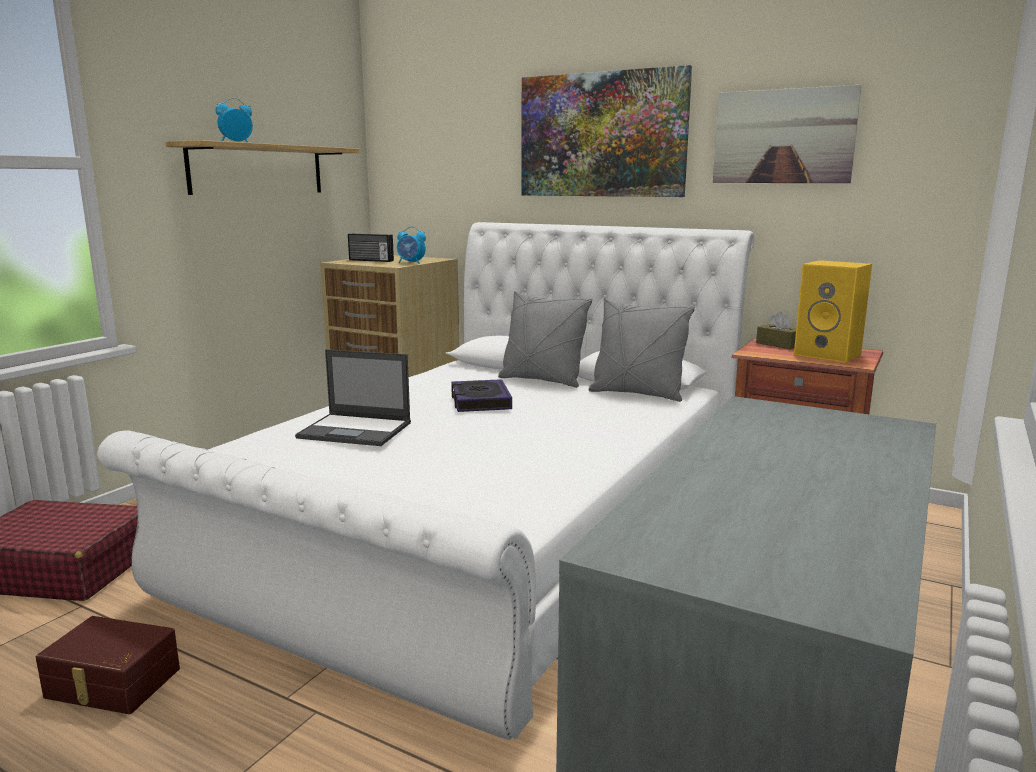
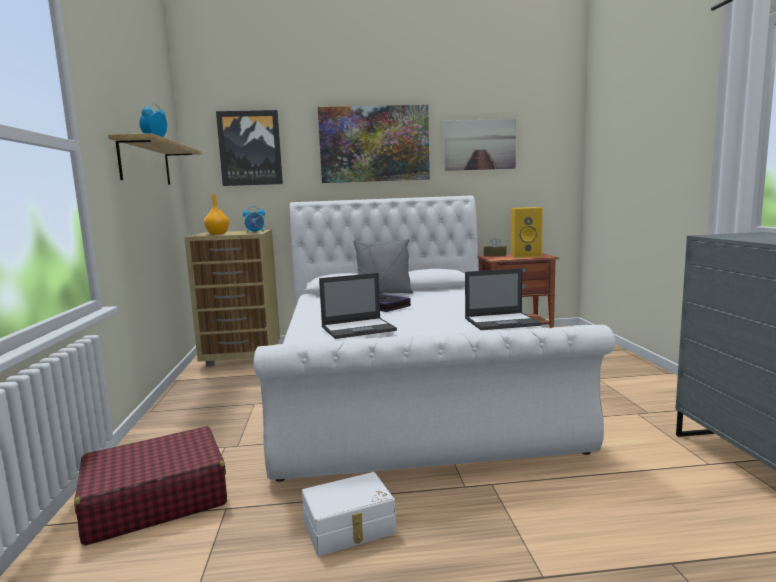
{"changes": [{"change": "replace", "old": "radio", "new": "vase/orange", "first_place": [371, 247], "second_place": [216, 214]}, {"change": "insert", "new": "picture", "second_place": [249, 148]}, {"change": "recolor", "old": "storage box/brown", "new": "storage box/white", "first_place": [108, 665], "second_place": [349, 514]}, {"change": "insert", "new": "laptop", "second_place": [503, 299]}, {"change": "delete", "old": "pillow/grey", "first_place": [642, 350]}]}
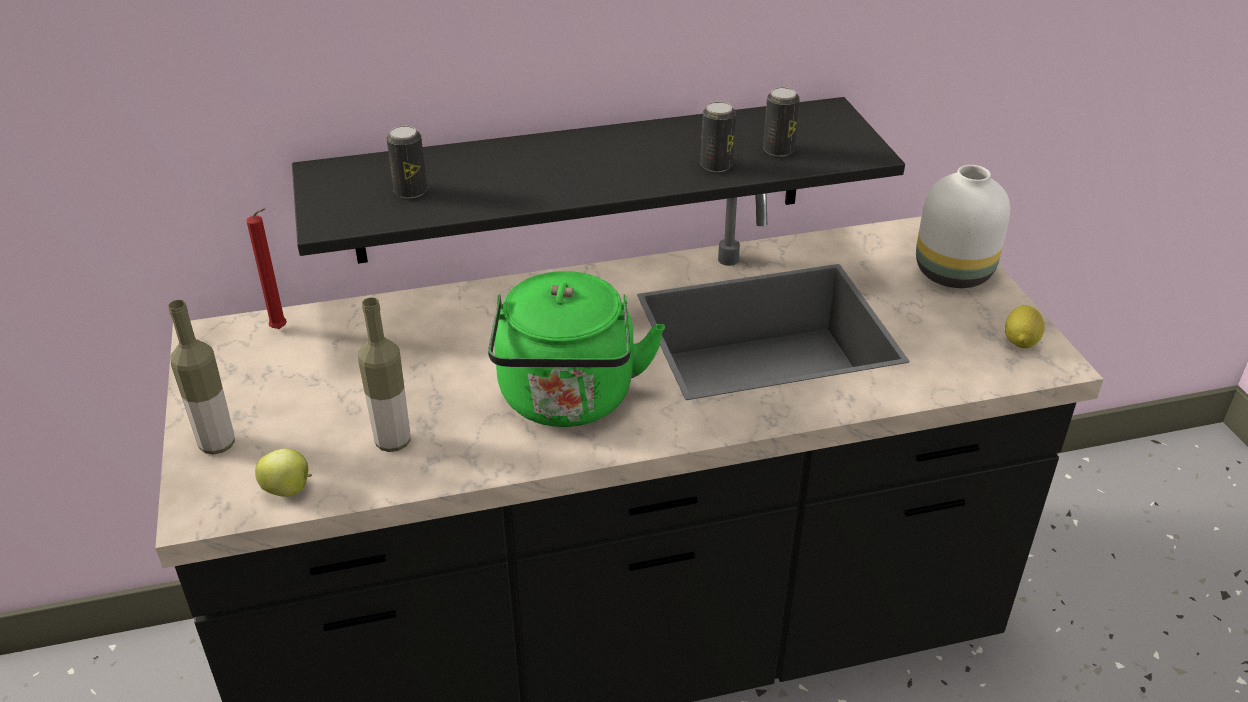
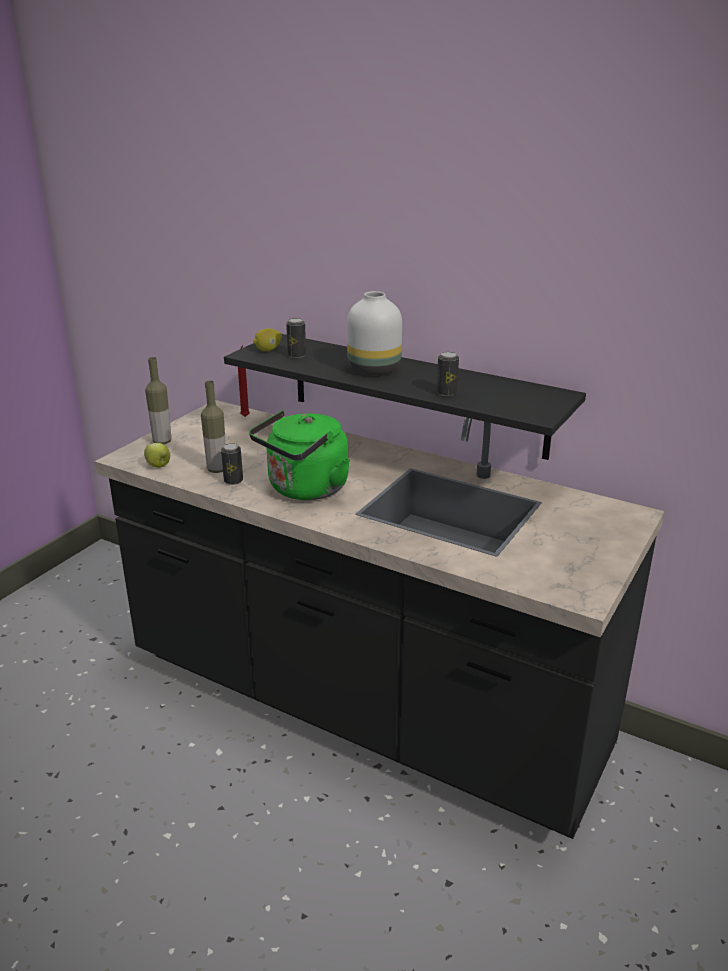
{"changes": [{"change": "move", "old": "can", "first_place": [781, 122], "second_place": [232, 464]}, {"change": "move", "old": "lemon", "first_place": [1025, 326], "second_place": [267, 339]}, {"change": "move", "old": "vase/white", "first_place": [963, 226], "second_place": [374, 333]}]}
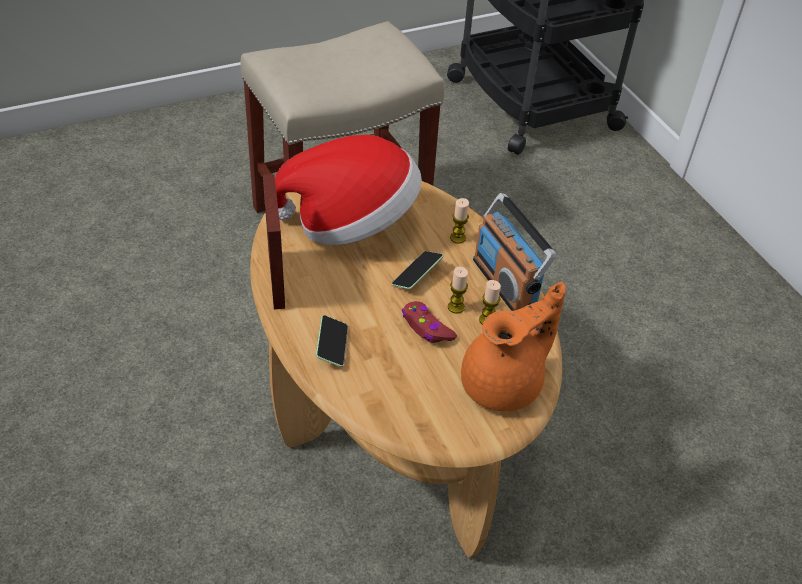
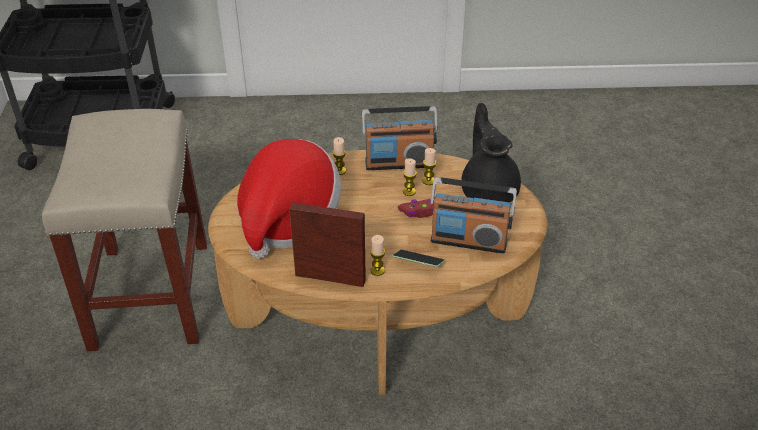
{"changes": [{"change": "insert", "new": "candle", "second_place": [377, 255]}, {"change": "insert", "new": "radio", "second_place": [473, 215]}, {"change": "recolor", "old": "teapot/orange", "new": "teapot/black", "first_place": [513, 346], "second_place": [491, 153]}, {"change": "delete", "old": "phone", "first_place": [418, 270]}]}
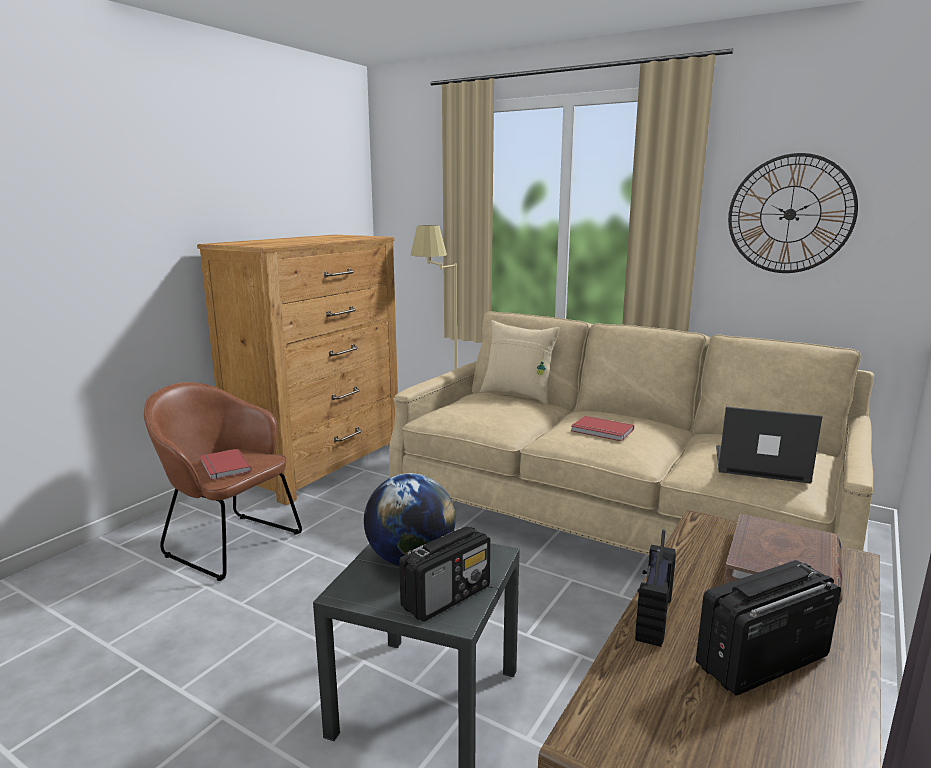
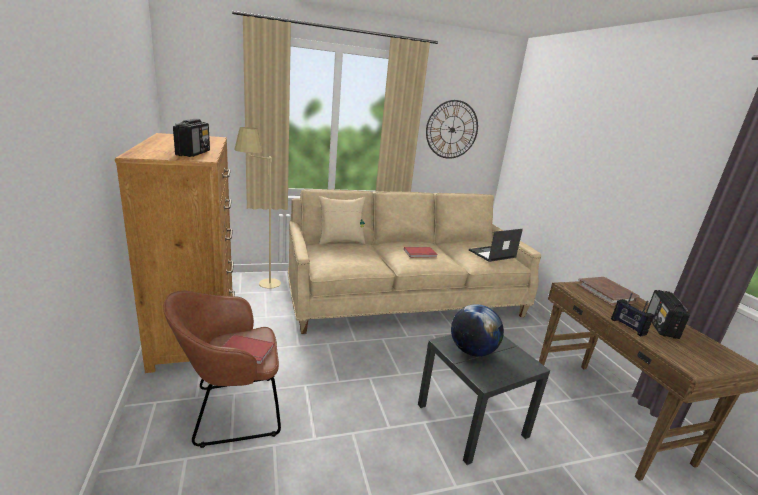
{"changes": [{"change": "move", "old": "radio", "first_place": [444, 574], "second_place": [191, 138]}]}
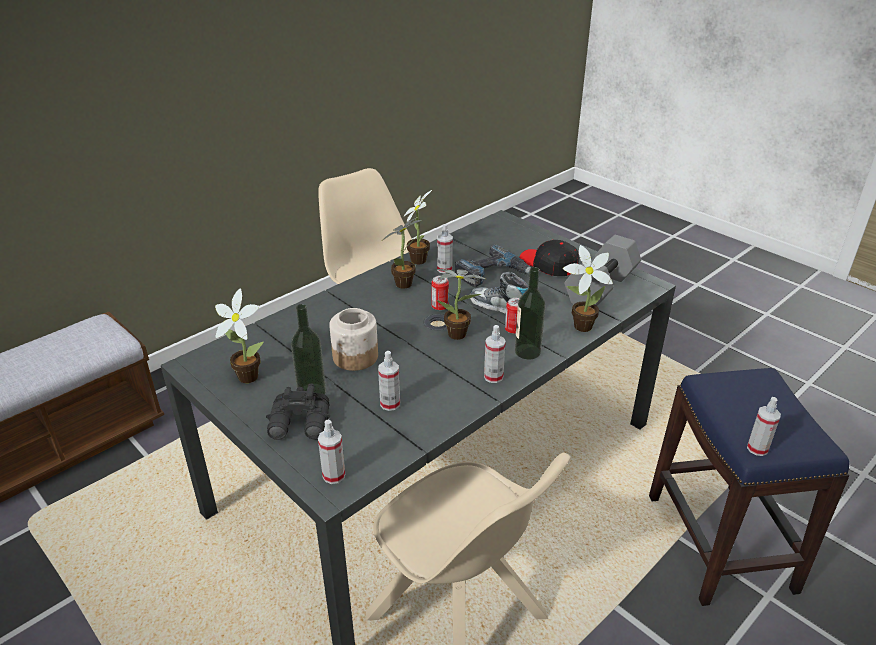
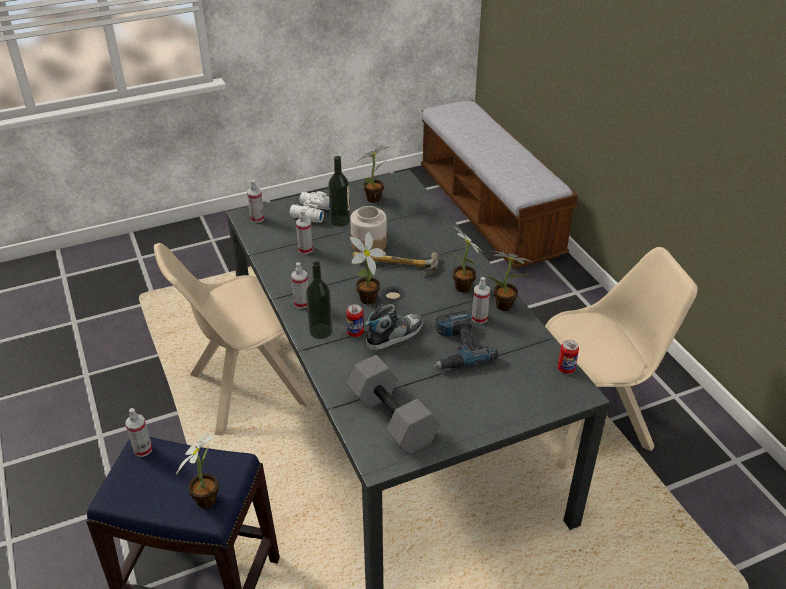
{"changes": [{"change": "move", "old": "potted plant", "first_place": [588, 288], "second_place": [197, 468]}, {"change": "recolor", "old": "binoculars/black", "new": "binoculars/white", "first_place": [298, 412], "second_place": [310, 207]}, {"change": "insert", "new": "hammer", "second_place": [396, 264]}, {"change": "move", "old": "can", "first_place": [440, 293], "second_place": [568, 357]}, {"change": "delete", "old": "cap/black", "first_place": [549, 258]}]}
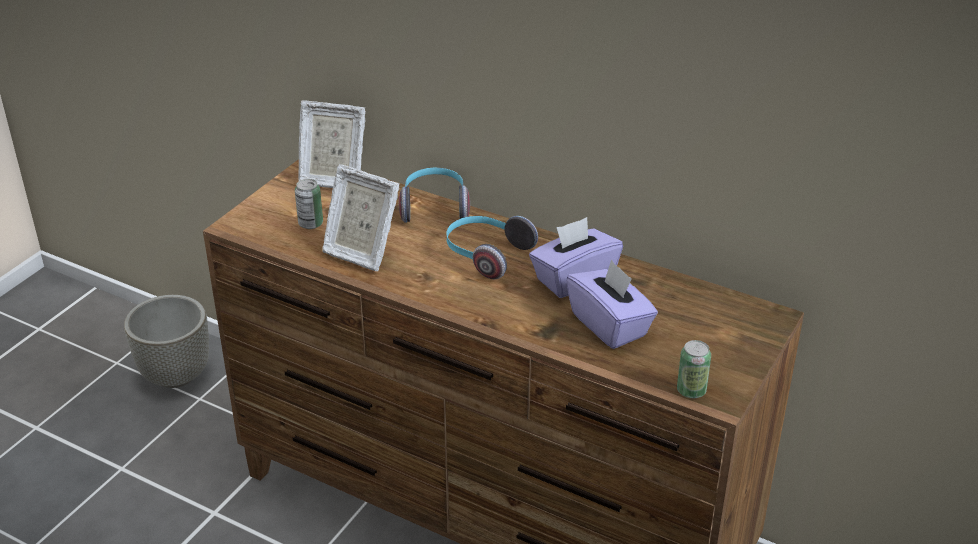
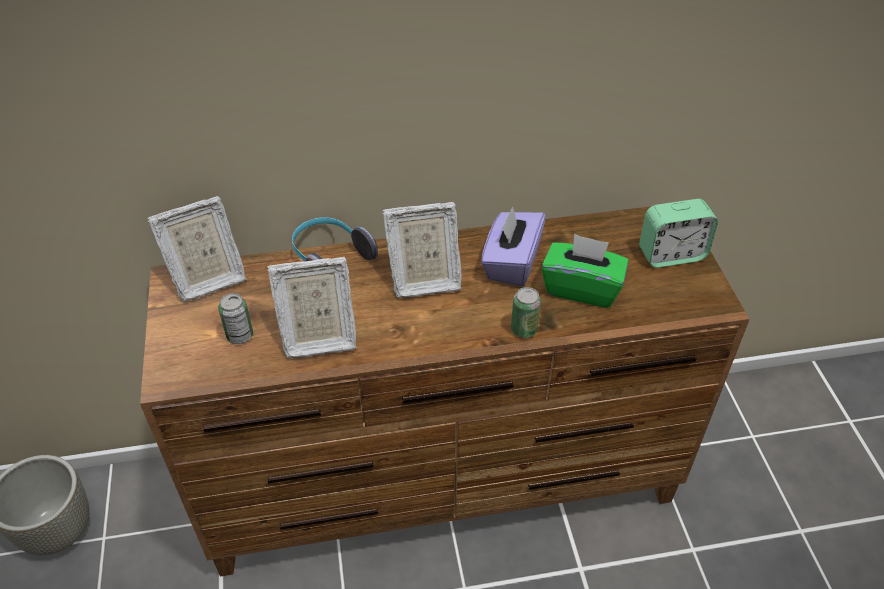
{"changes": [{"change": "replace", "old": "headphones", "new": "picture frame", "first_place": [492, 247], "second_place": [421, 250]}, {"change": "move", "old": "can", "first_place": [694, 369], "second_place": [526, 312]}, {"change": "recolor", "old": "tissue box/purple", "new": "tissue box/green", "first_place": [612, 304], "second_place": [585, 271]}, {"change": "insert", "new": "alarm clock", "second_place": [678, 233]}]}
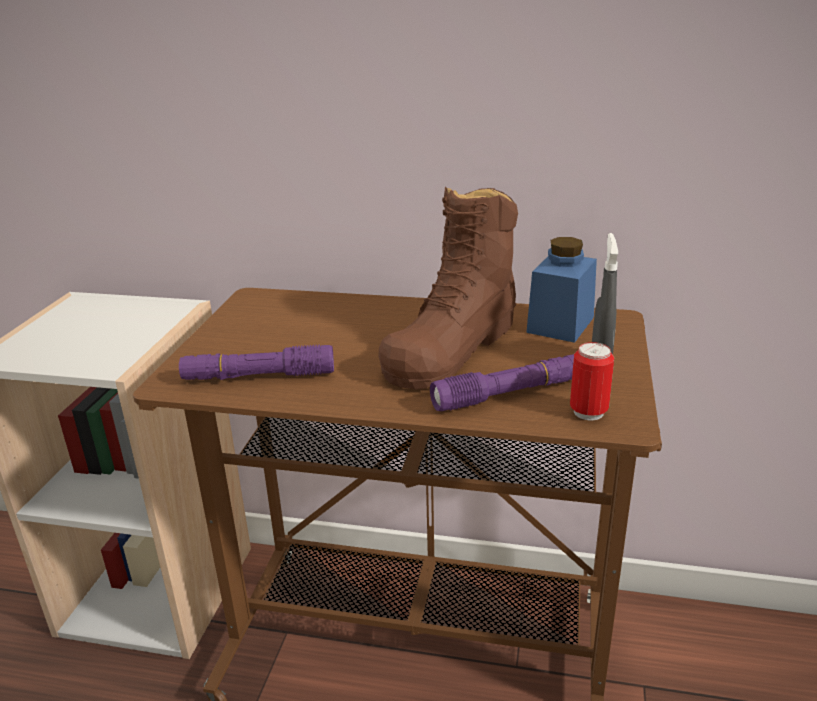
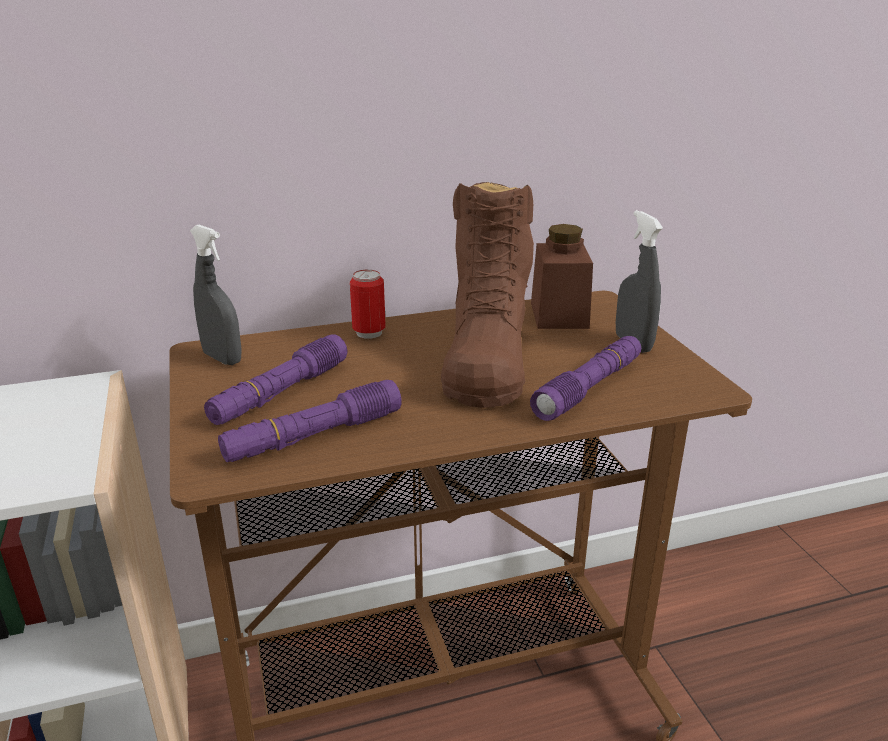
{"changes": [{"change": "insert", "new": "spray bottle/grey", "second_place": [216, 295]}, {"change": "insert", "new": "flashlight/purple", "second_place": [275, 379]}, {"change": "move", "old": "can", "first_place": [592, 381], "second_place": [368, 304]}, {"change": "recolor", "old": "jar/blue", "new": "jar/brown", "first_place": [561, 290], "second_place": [562, 276]}]}
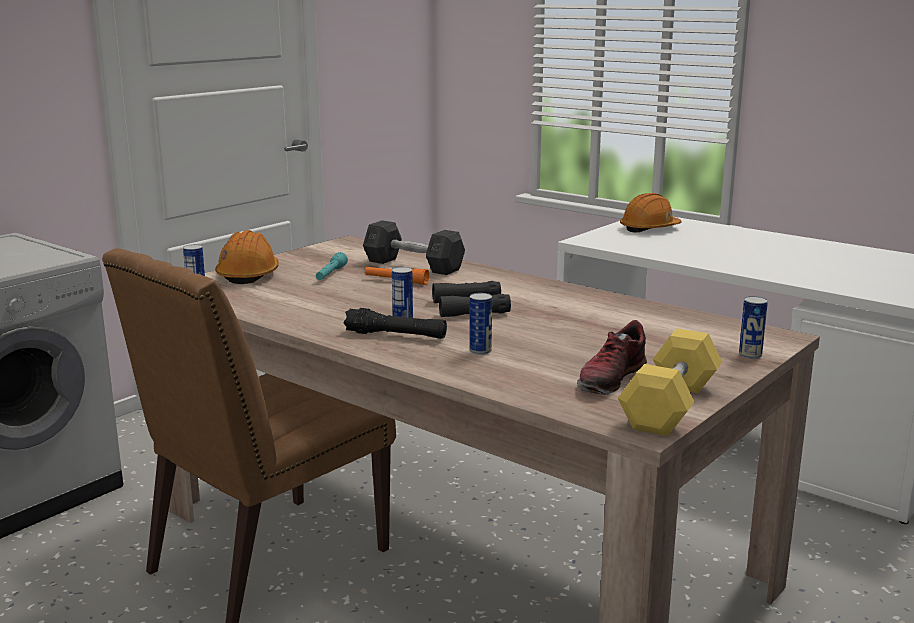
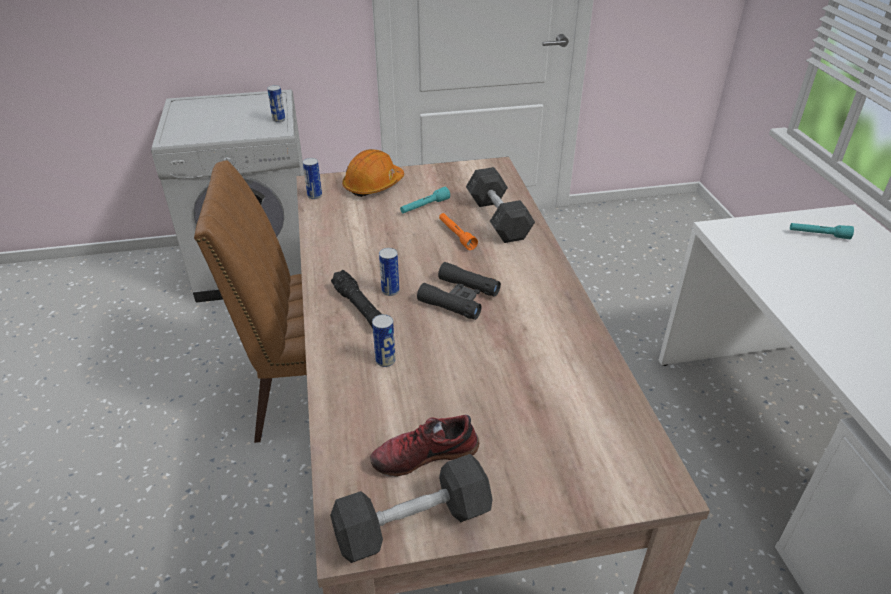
{"changes": [{"change": "move", "old": "can", "first_place": [753, 327], "second_place": [276, 103]}, {"change": "recolor", "old": "dumbbell/yellow", "new": "dumbbell/grey", "first_place": [670, 382], "second_place": [411, 508]}, {"change": "replace", "old": "hard hat/orange", "new": "flashlight/turquoise", "first_place": [650, 212], "second_place": [822, 231]}]}
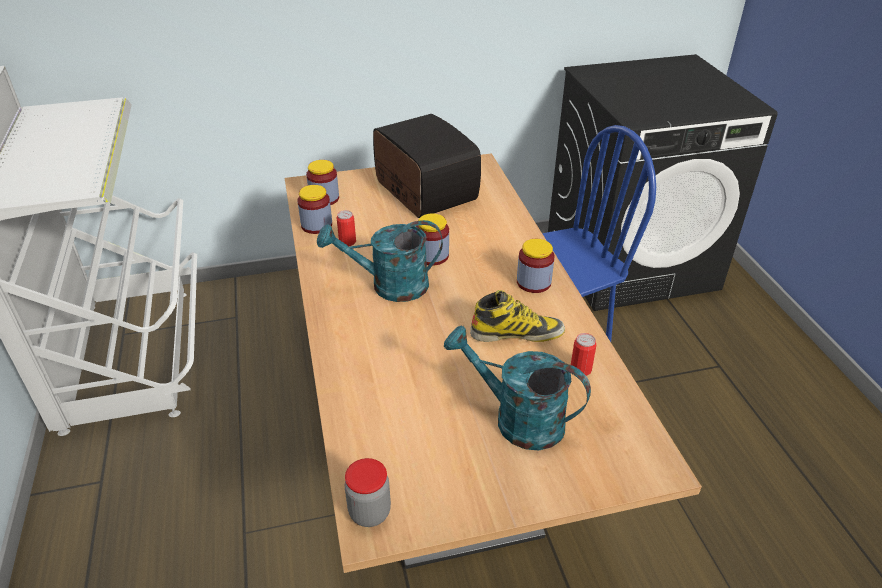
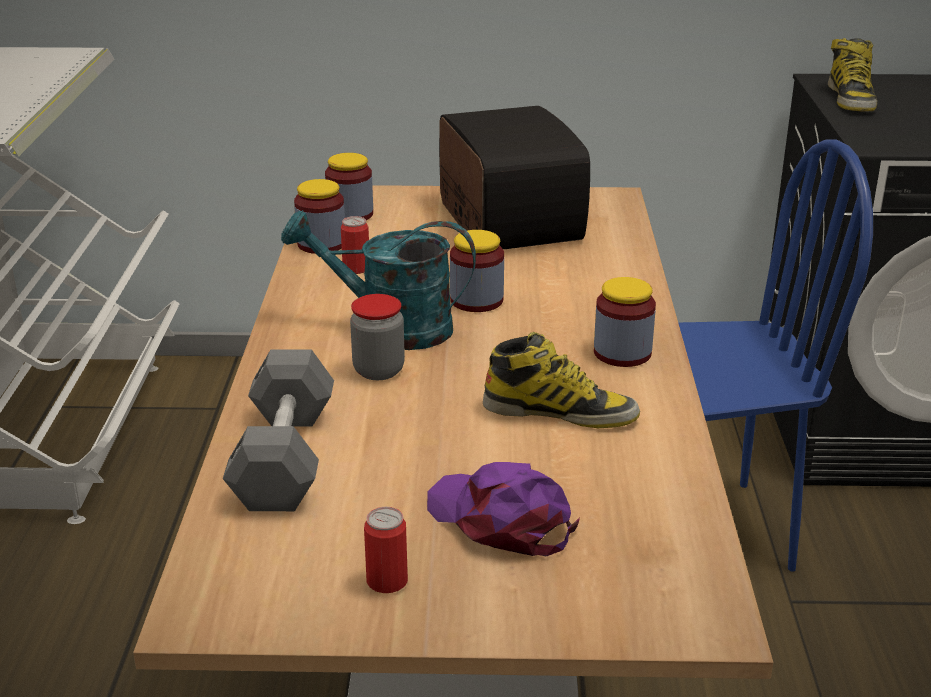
{"changes": [{"change": "insert", "new": "dumbbell/grey", "second_place": [278, 430]}, {"change": "move", "old": "jar", "first_place": [368, 492], "second_place": [377, 337]}, {"change": "move", "old": "can", "first_place": [583, 354], "second_place": [386, 550]}, {"change": "replace", "old": "watering can/turquoise", "new": "cap/purple", "first_place": [517, 388], "second_place": [503, 509]}, {"change": "insert", "new": "boot", "second_place": [852, 75]}]}
